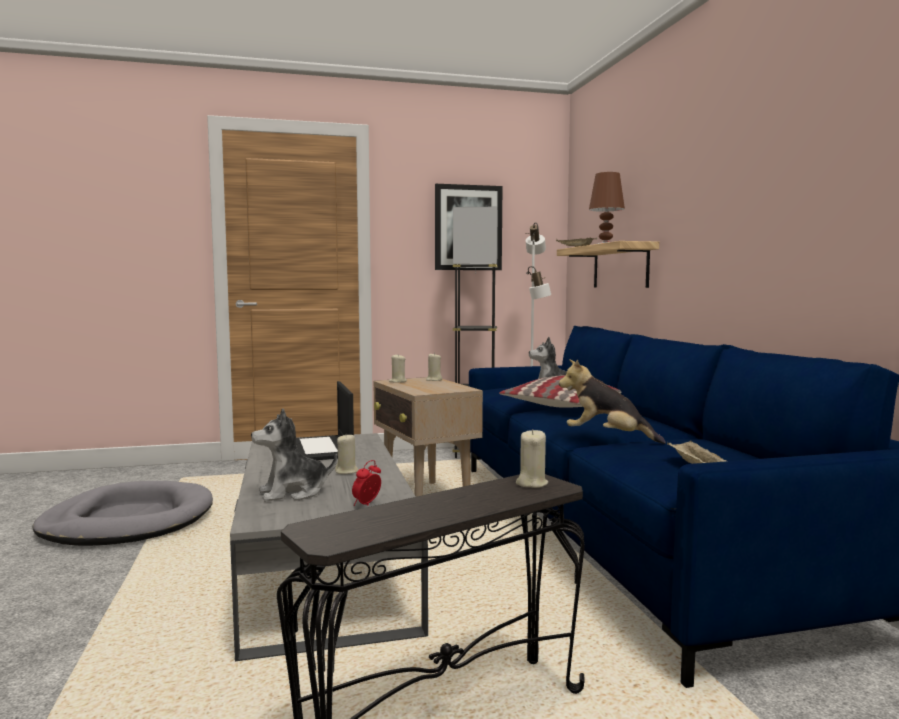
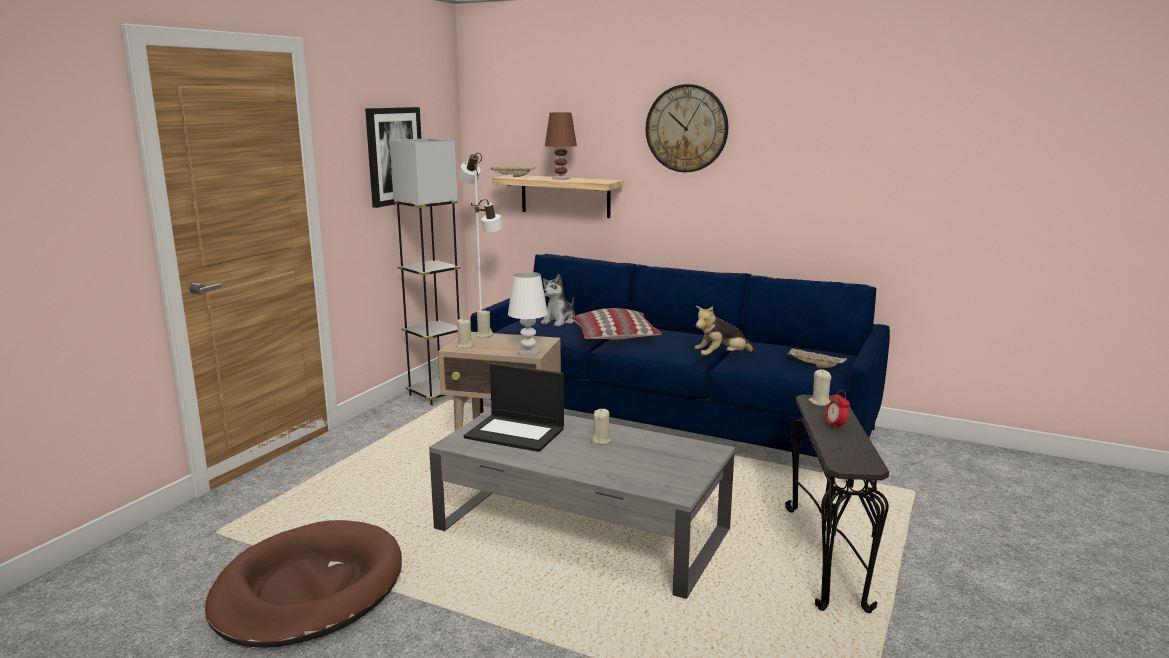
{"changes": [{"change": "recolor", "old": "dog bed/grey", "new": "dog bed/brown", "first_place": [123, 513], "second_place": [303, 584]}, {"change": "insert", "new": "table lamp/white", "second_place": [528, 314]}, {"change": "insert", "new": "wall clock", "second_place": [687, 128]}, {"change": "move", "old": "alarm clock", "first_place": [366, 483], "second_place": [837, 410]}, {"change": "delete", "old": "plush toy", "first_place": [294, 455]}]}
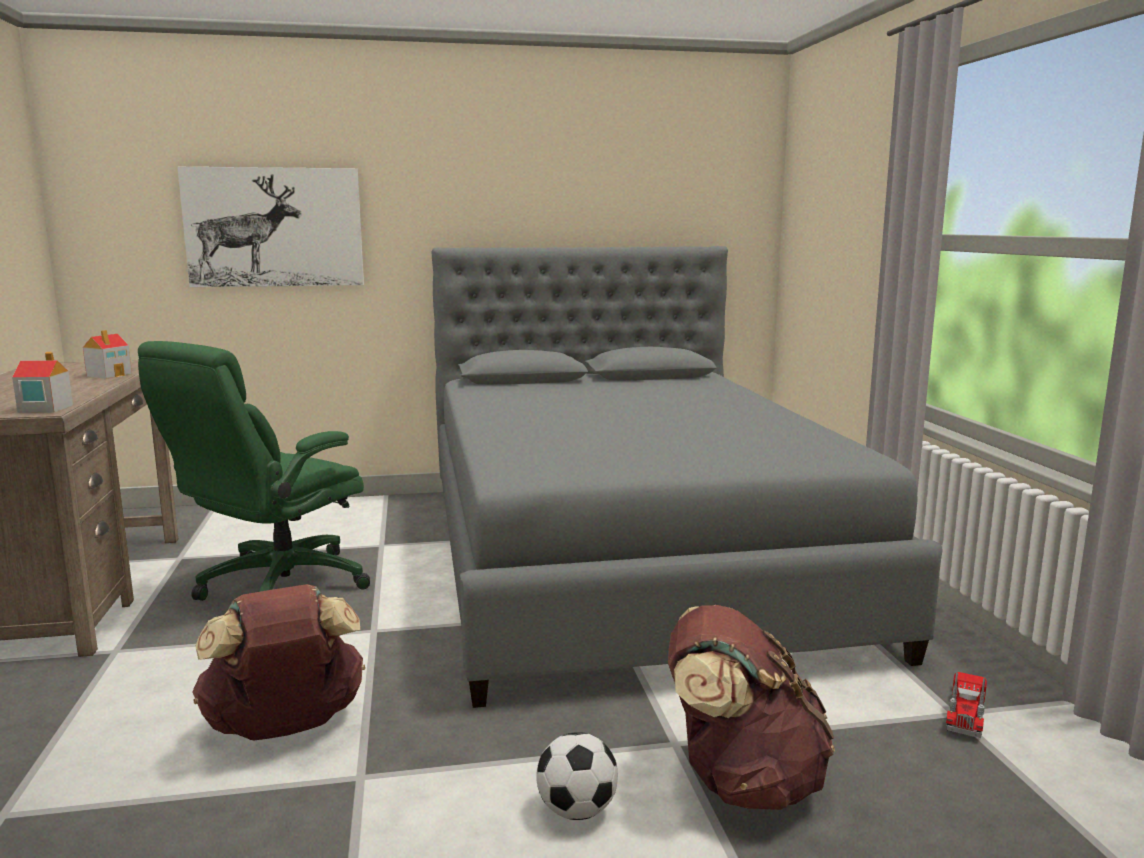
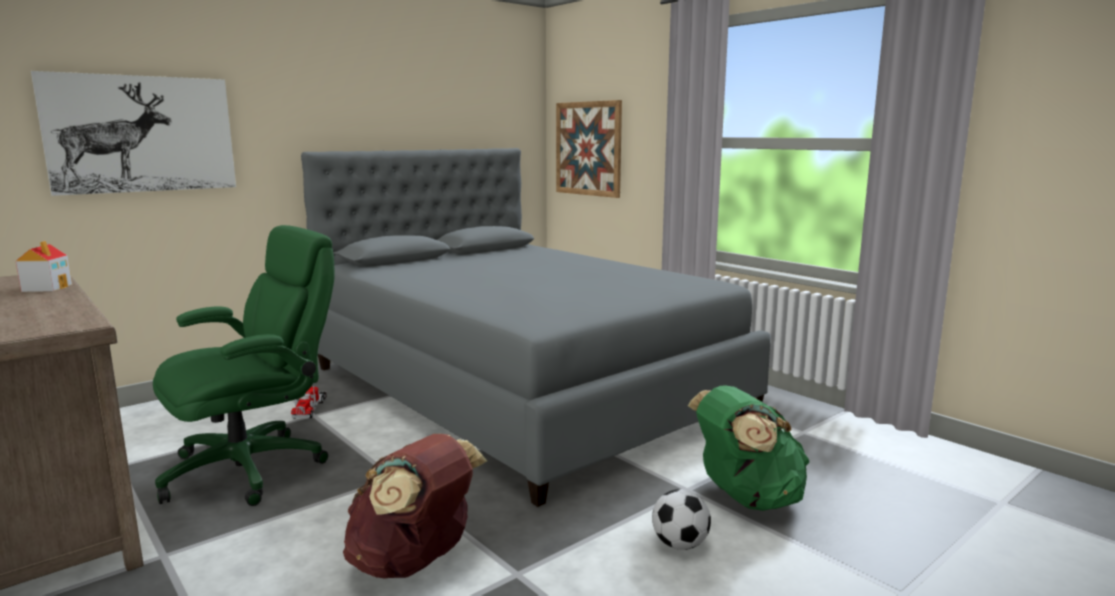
{"changes": [{"change": "rotate", "old": "office chair/green", "first_place": [254, 471], "second_place": [244, 365], "degrees": -135}, {"change": "move", "old": "toy truck", "first_place": [966, 705], "second_place": [309, 402]}, {"change": "insert", "new": "picture", "second_place": [589, 149]}, {"change": "recolor", "old": "backpack/brown", "new": "backpack/green", "first_place": [751, 707], "second_place": [748, 448]}, {"change": "delete", "old": "toy house", "first_place": [42, 382]}]}
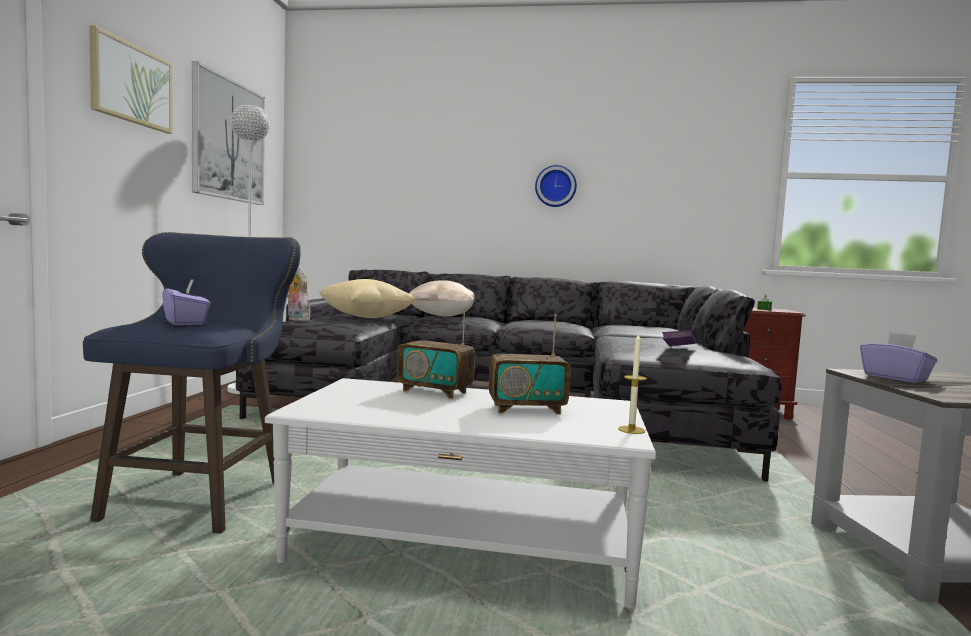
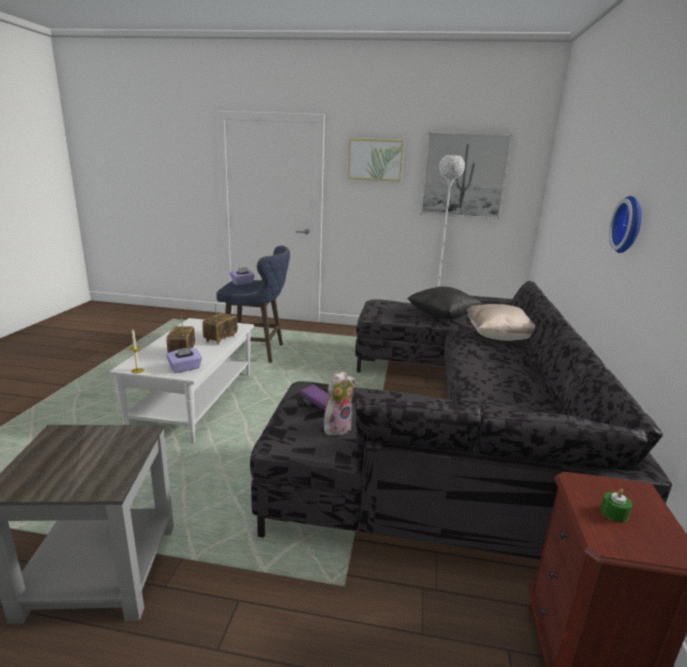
{"changes": [{"change": "move", "old": "tissue box/purple", "first_place": [898, 357], "second_place": [184, 360]}, {"change": "move", "old": "plush toy", "first_place": [298, 294], "second_place": [339, 403]}, {"change": "recolor", "old": "pillow/beige", "new": "pillow/black", "first_place": [367, 298], "second_place": [444, 302]}]}
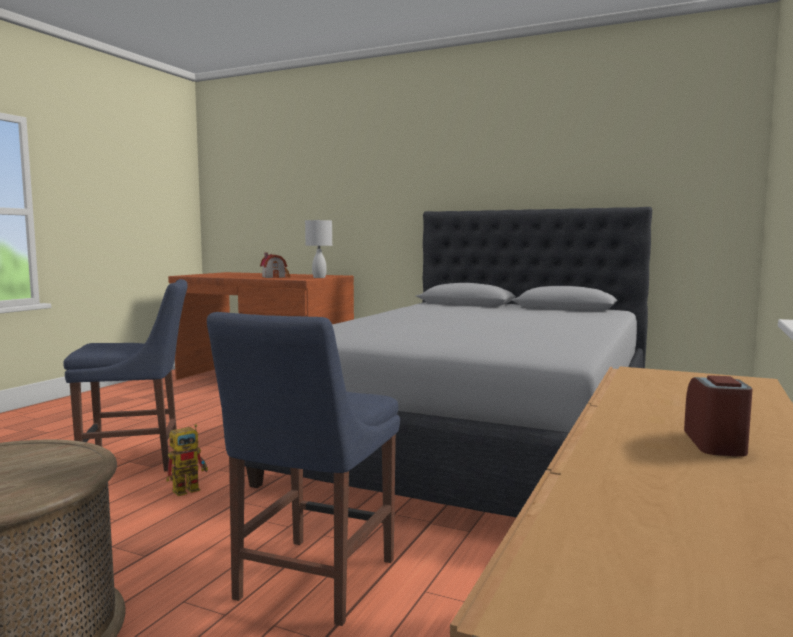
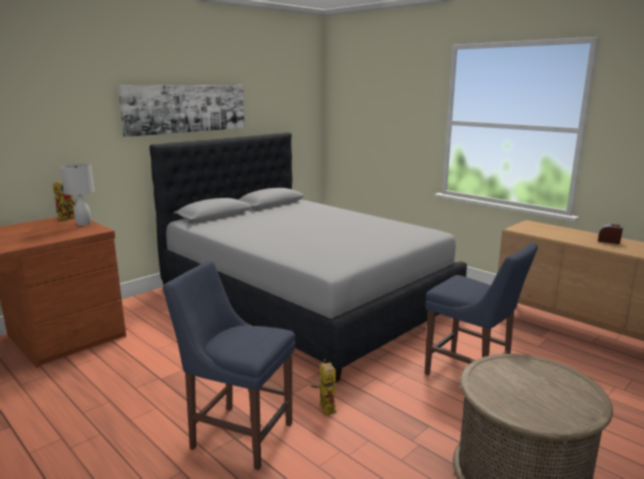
{"changes": [{"change": "insert", "new": "toy robot", "second_place": [65, 201]}, {"change": "insert", "new": "picture", "second_place": [181, 111]}, {"change": "rotate", "old": "chair/blue", "first_place": [125, 375], "second_place": [229, 365], "degrees": -75}, {"change": "delete", "old": "toy house", "first_place": [275, 265]}]}
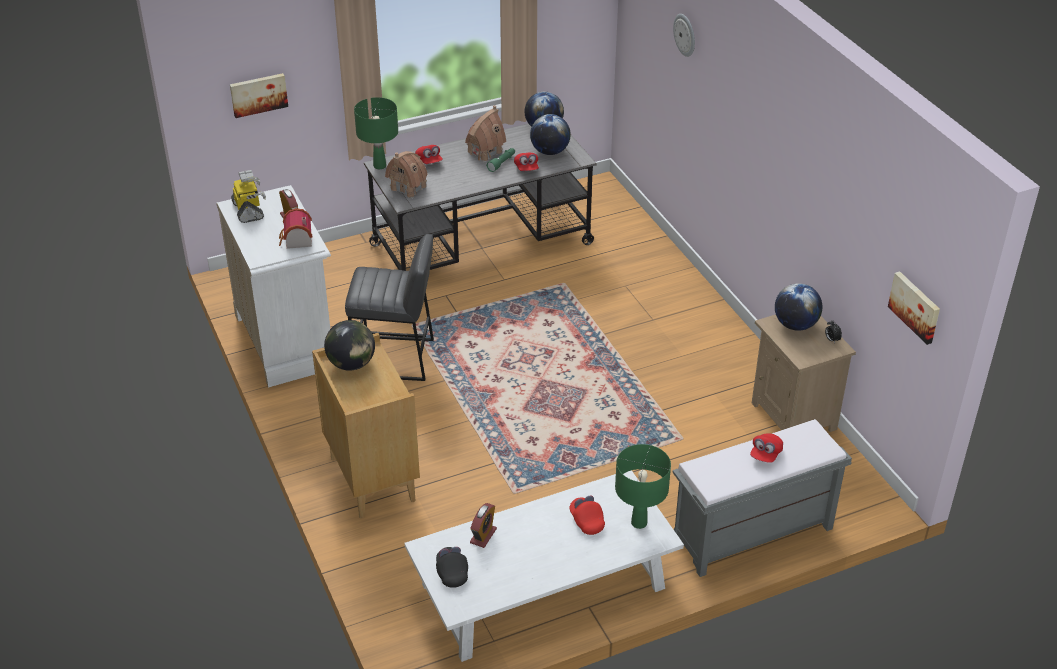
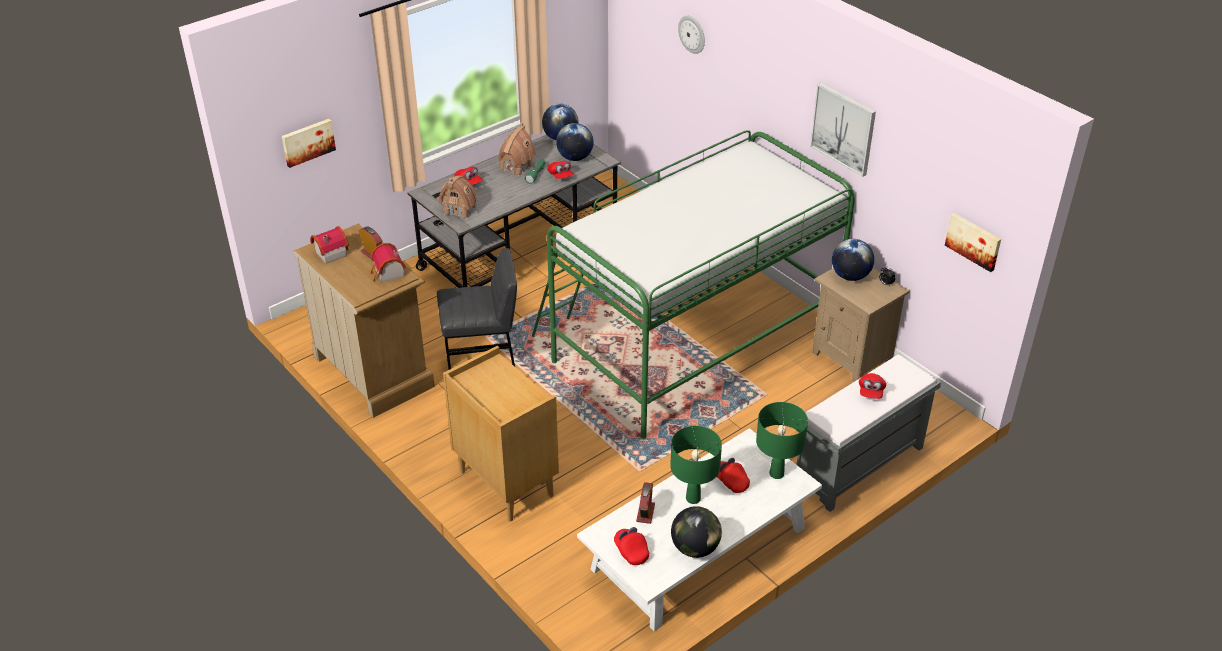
{"changes": [{"change": "recolor", "old": "dresser/white", "new": "dresser/brown", "first_place": [273, 286], "second_place": [364, 321]}, {"change": "replace", "old": "toy robot", "new": "toy house", "first_place": [248, 196], "second_place": [329, 245]}, {"change": "insert", "new": "bed/green", "second_place": [693, 284]}, {"change": "recolor", "old": "cap/black", "new": "cap/red", "first_place": [452, 567], "second_place": [631, 546]}, {"change": "move", "old": "table lamp/green", "first_place": [376, 133], "second_place": [696, 465]}, {"change": "move", "old": "globe", "first_place": [349, 345], "second_place": [696, 532]}, {"change": "insert", "new": "picture", "second_place": [843, 130]}]}
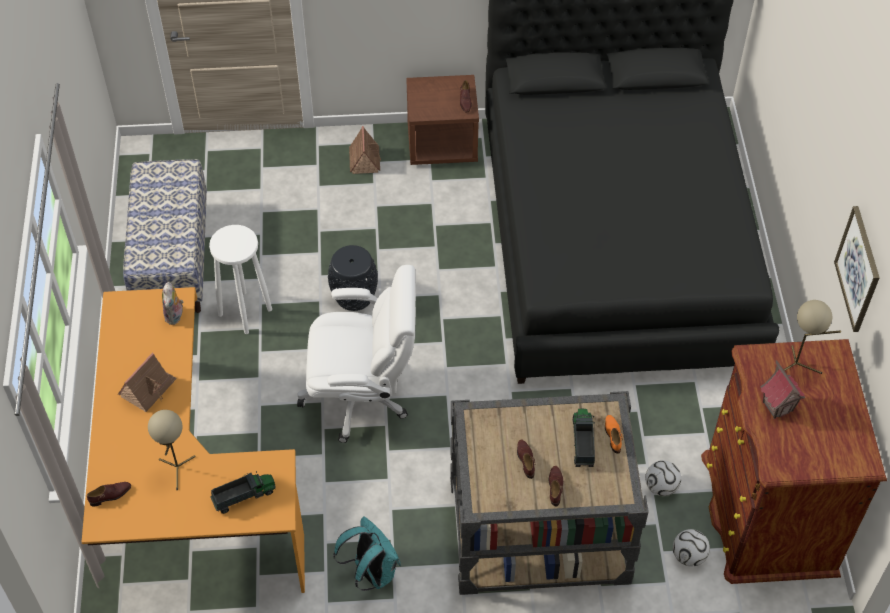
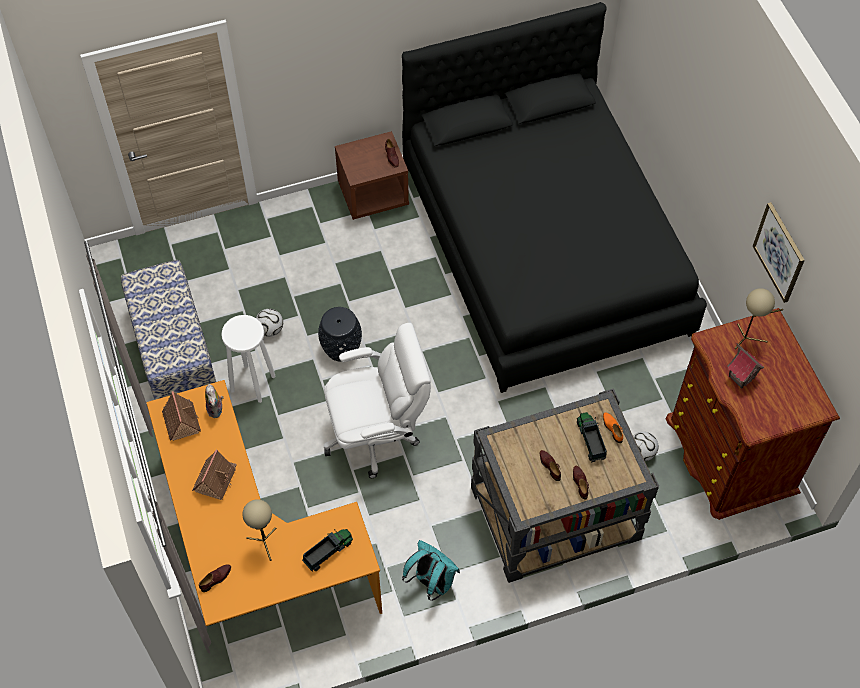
{"changes": [{"change": "move", "old": "toy house", "first_place": [365, 150], "second_place": [181, 416]}, {"change": "move", "old": "football", "first_place": [691, 547], "second_place": [269, 323]}]}
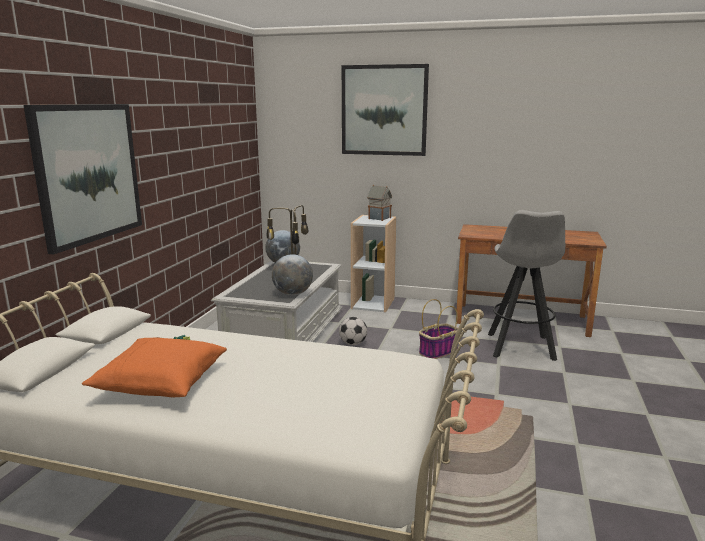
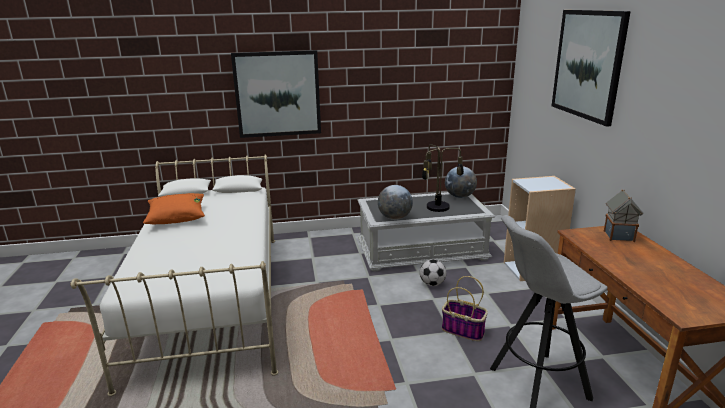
{"changes": [{"change": "move", "old": "toy house", "first_place": [379, 203], "second_place": [623, 215]}]}
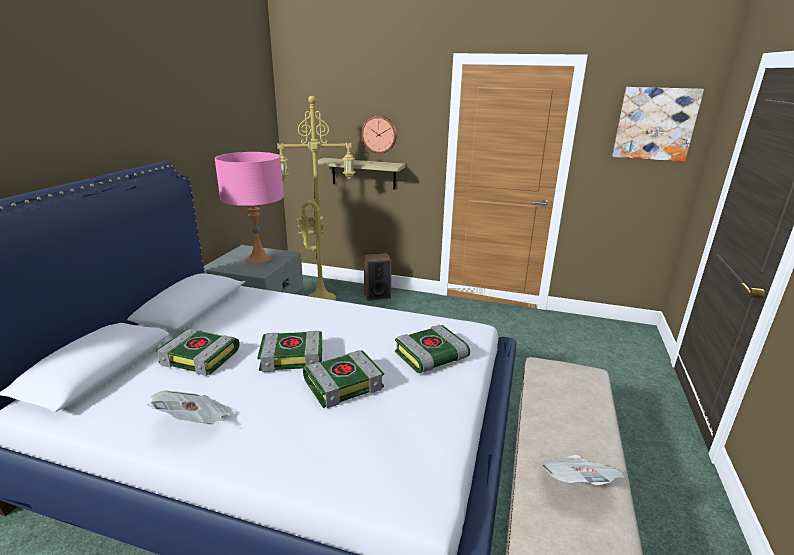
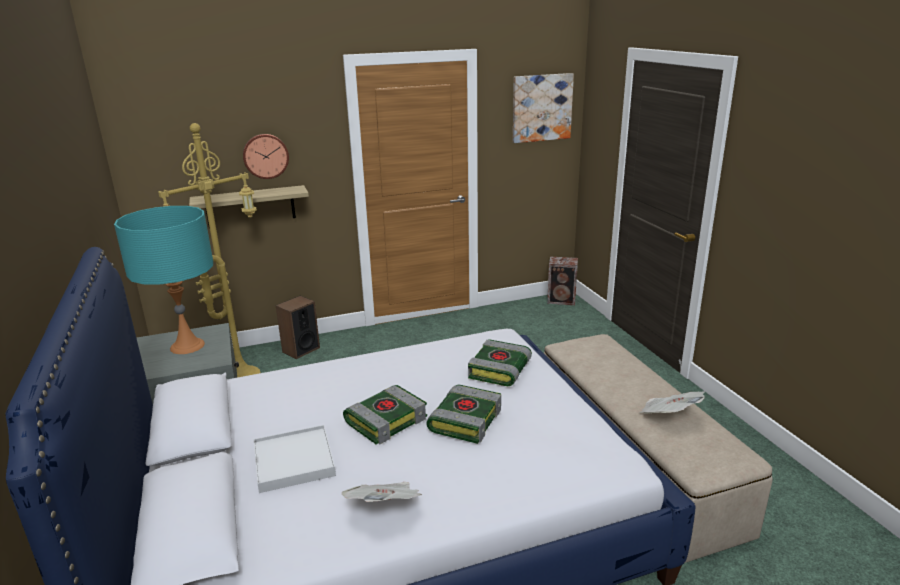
{"changes": [{"change": "recolor", "old": "table lamp/pink", "new": "table lamp/turquoise", "first_place": [249, 208], "second_place": [163, 280]}, {"change": "replace", "old": "book", "new": "tray/white", "first_place": [198, 352], "second_place": [295, 459]}, {"change": "insert", "new": "speaker", "second_place": [562, 281]}]}
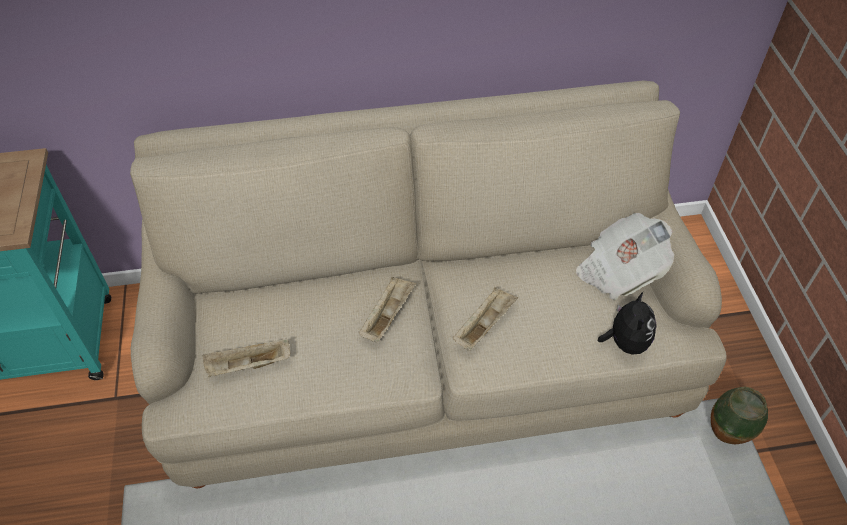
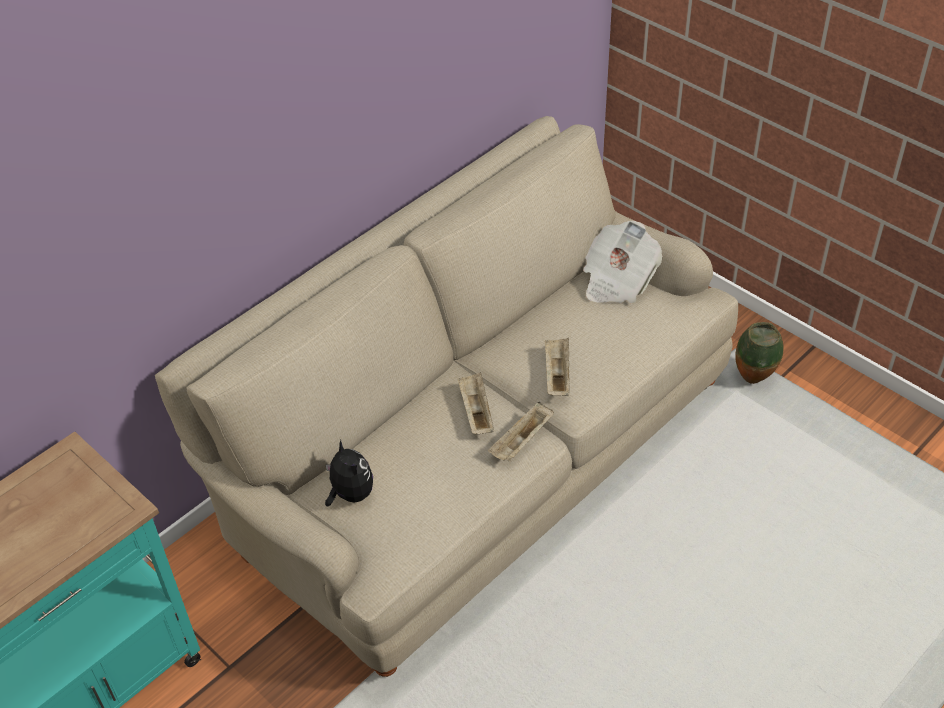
{"changes": [{"change": "move", "old": "plush toy", "first_place": [627, 323], "second_place": [349, 473]}, {"change": "move", "old": "tray/beige", "first_place": [246, 357], "second_place": [521, 431]}]}
